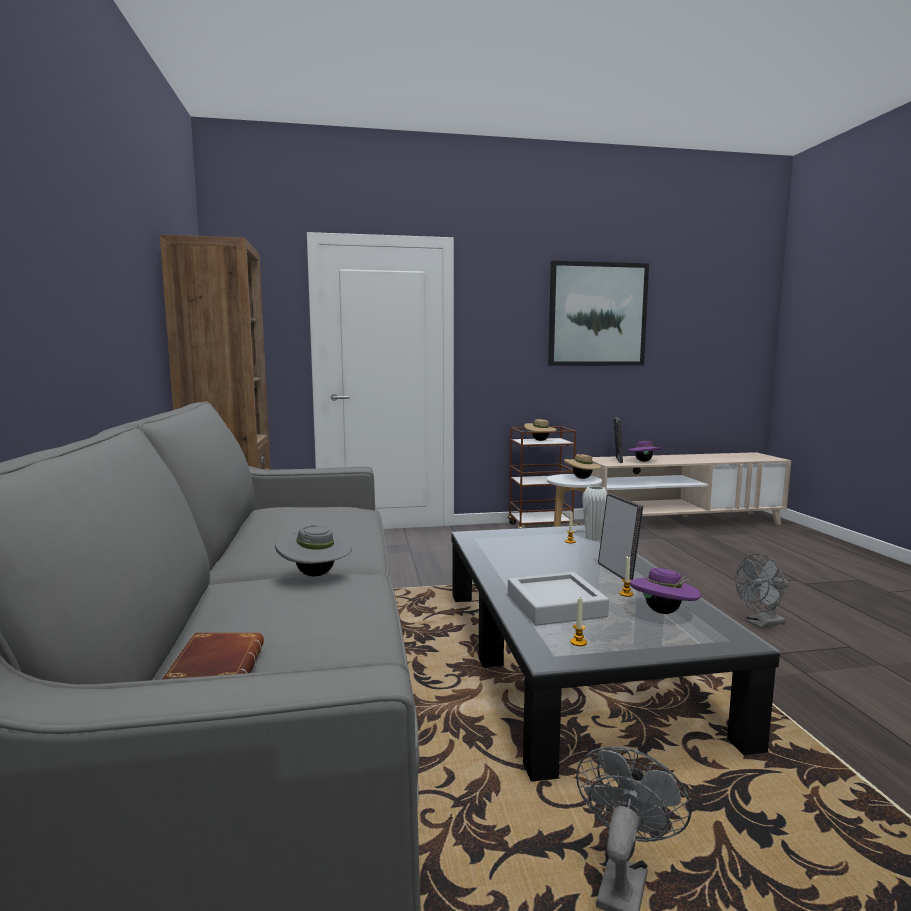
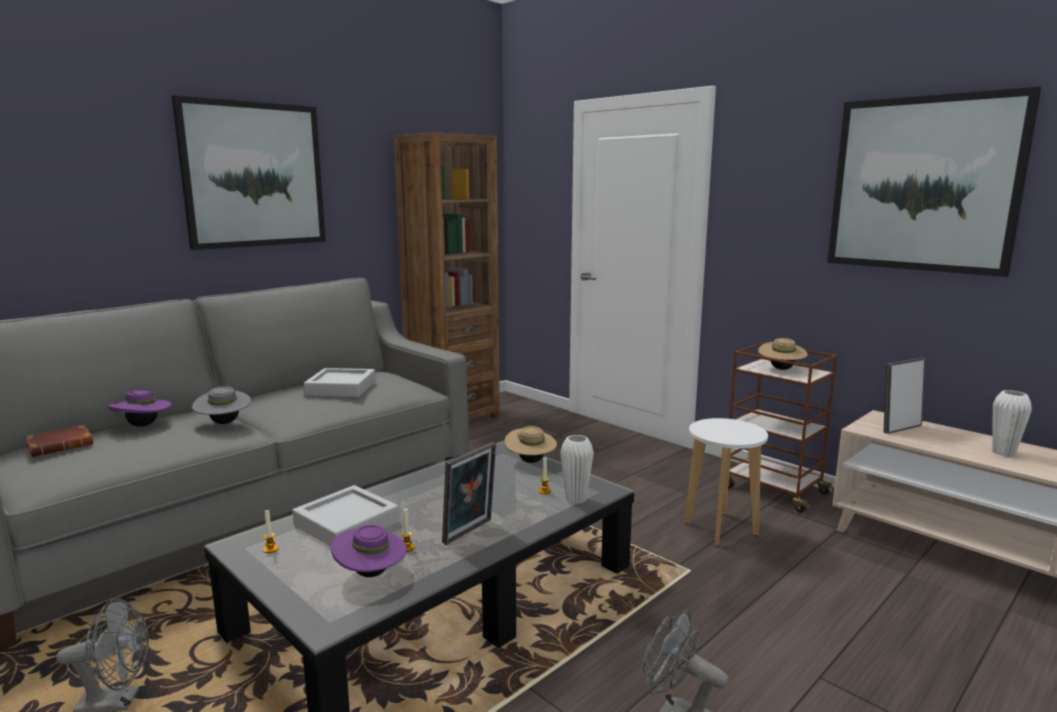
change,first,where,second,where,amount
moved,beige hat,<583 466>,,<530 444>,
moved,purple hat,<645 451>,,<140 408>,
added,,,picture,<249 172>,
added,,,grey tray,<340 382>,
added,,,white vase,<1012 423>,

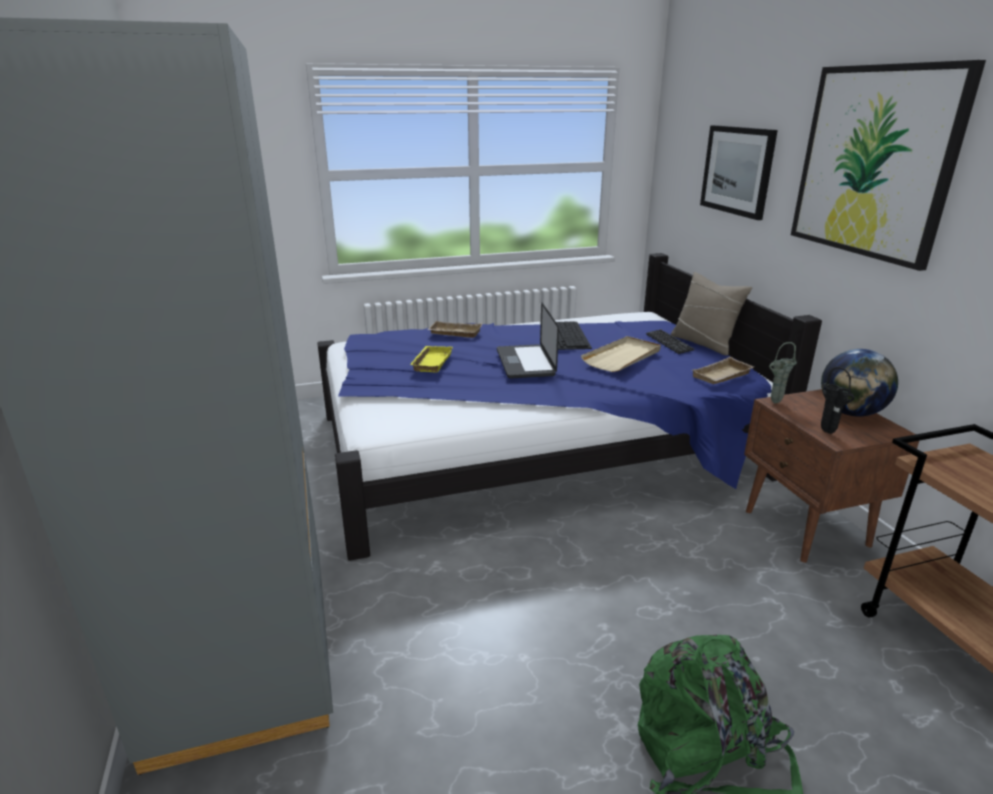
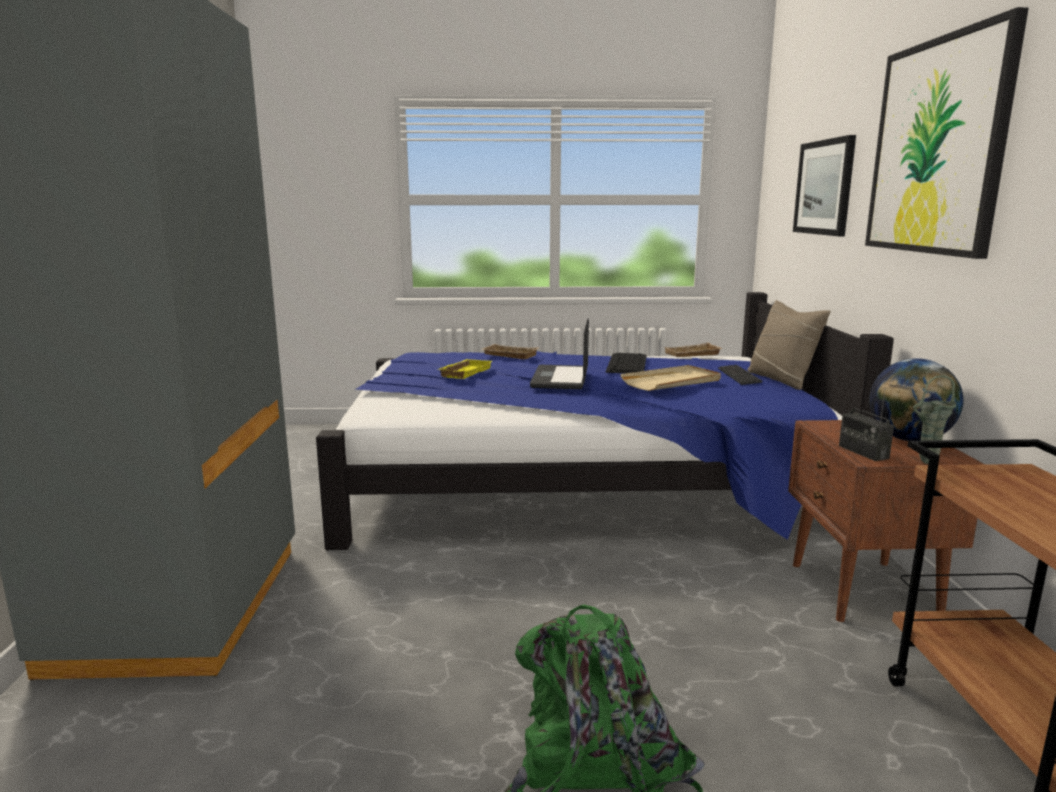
change,first,where,second,where,amount
moved,beige tray,<723 370>,,<693 350>,
moved,green vase,<783 373>,,<934 419>,
replaced,black vase,<838 400>,radio,<866 424>,

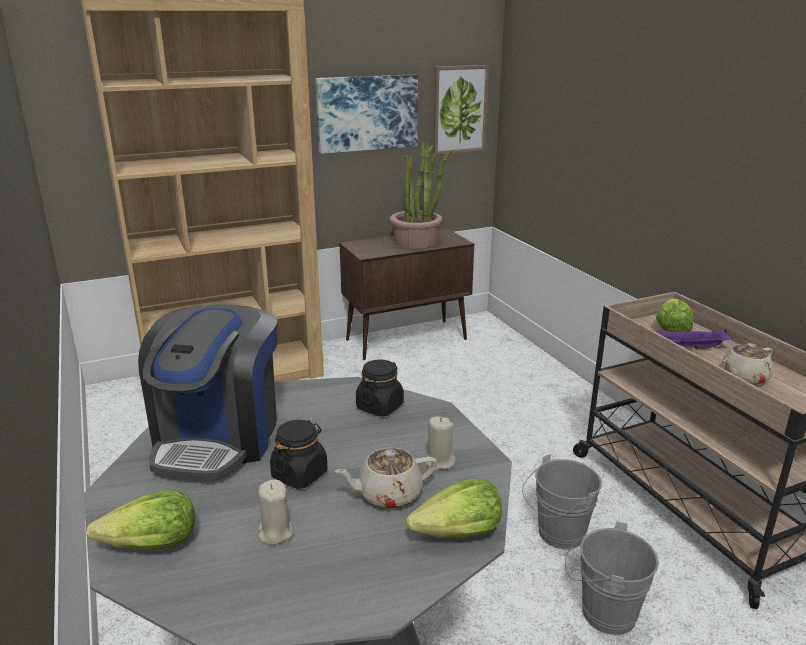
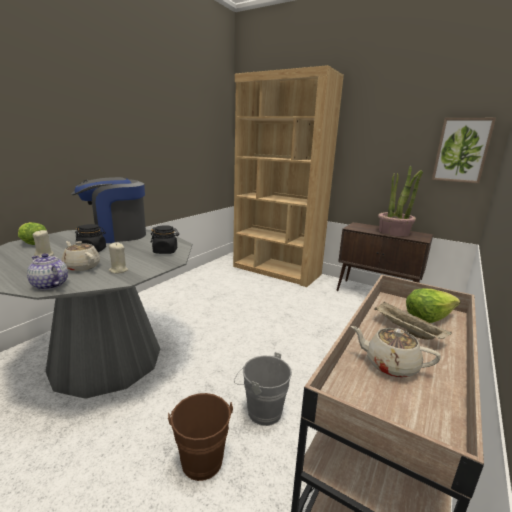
change,first,where,second,where,amount
removed,picture,<366 114>,,,
replaced,lettuce,<454 508>,teapot,<47 271>,
recoloured,grey bucket,<612 578>,brown bucket,<200 437>,
recoloured,purple tray,<694 340>,beige tray,<413 320>,

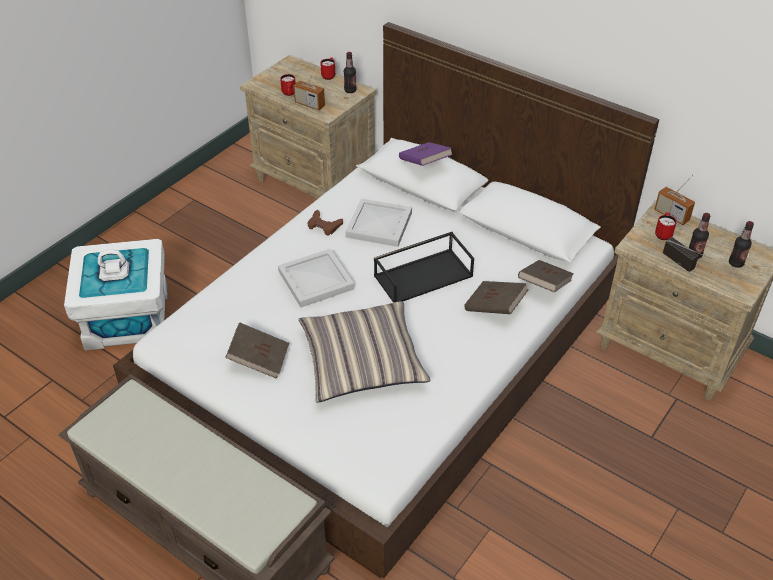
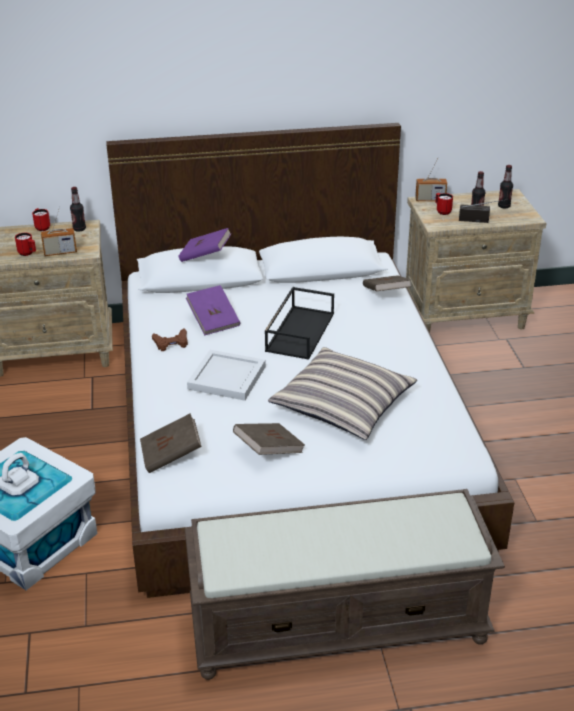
change,first,where,second,where,amount
replaced,white tray,<378 222>,purple book,<213 310>,
moved,brown book,<496 297>,,<171 443>,

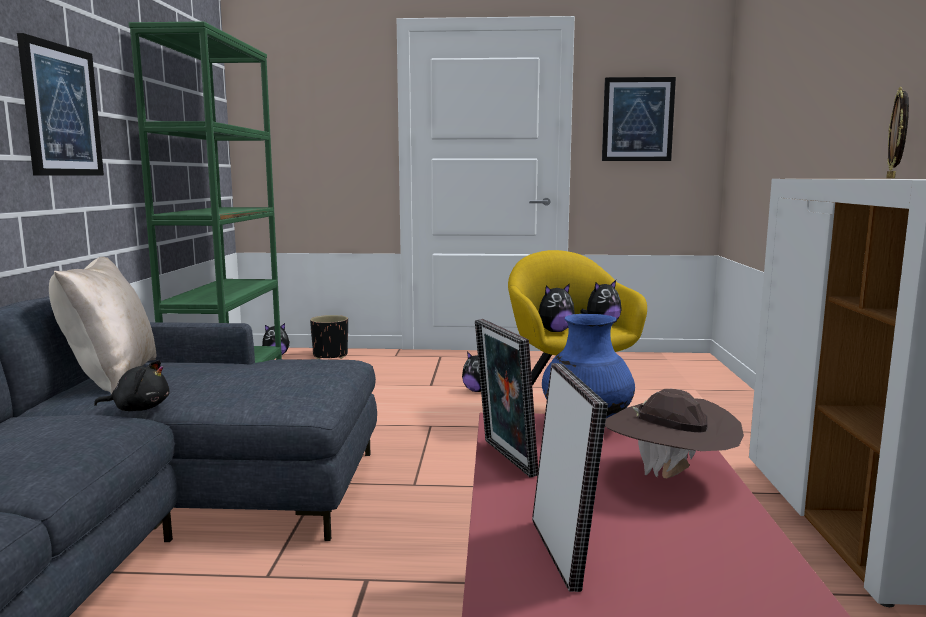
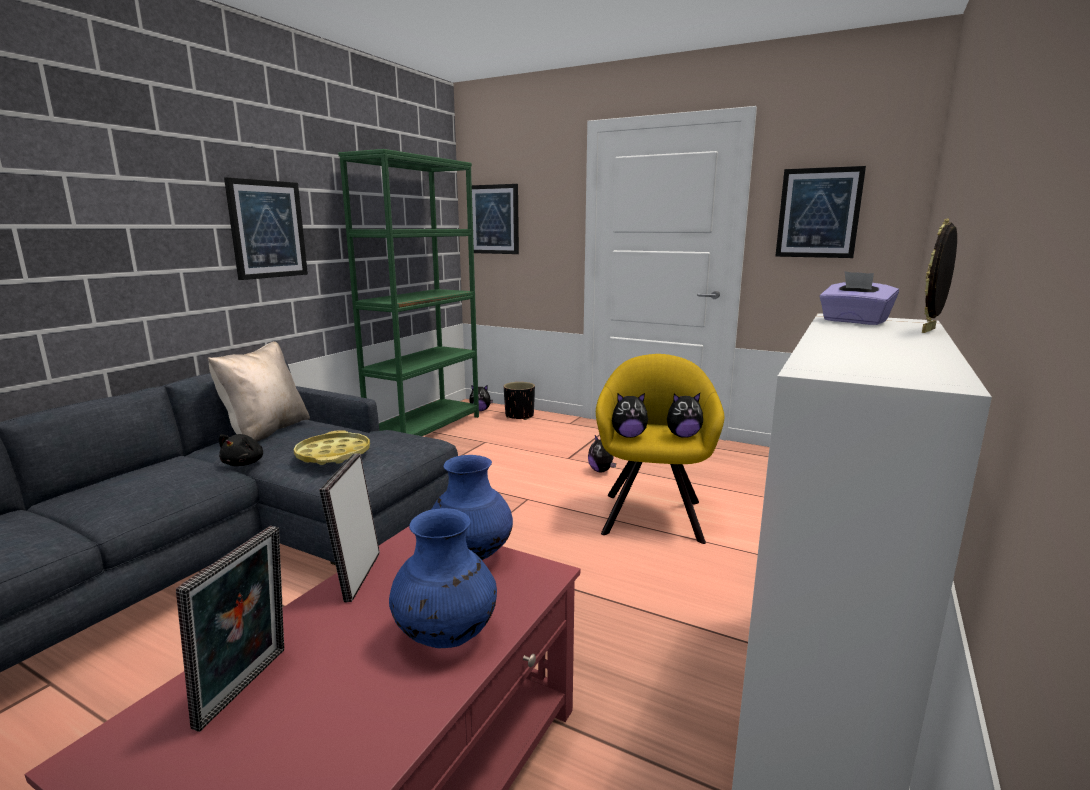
change,first,where,second,where,amount
turned,black plush toy,<131 385>,,<241 450>,75 degrees clockwise
replaced,brown hat,<674 433>,blue vase,<443 578>,
added,,,yellow tray,<332 447>,
added,,,picture,<495 219>,
added,,,purple tissue box,<859 298>,

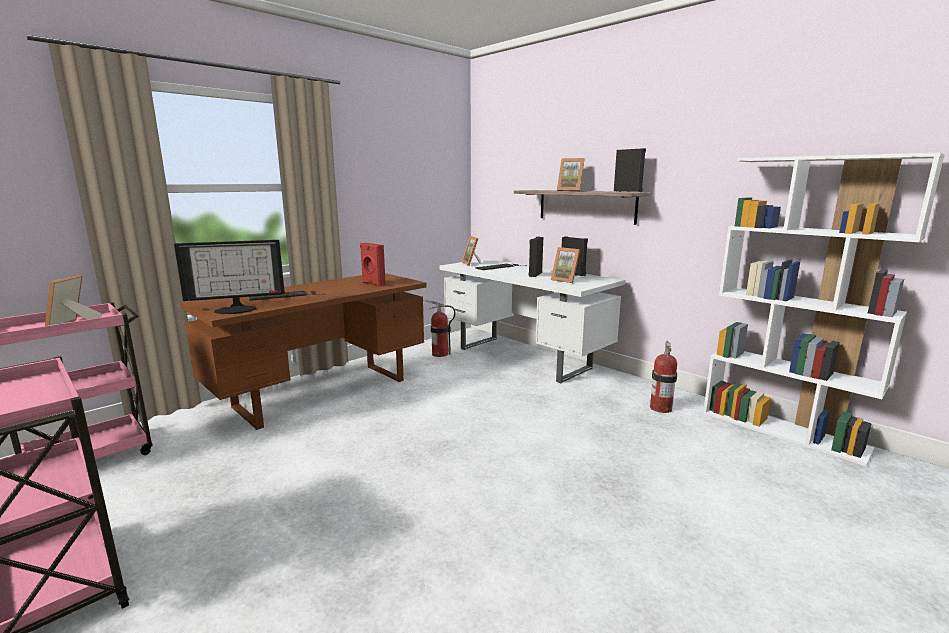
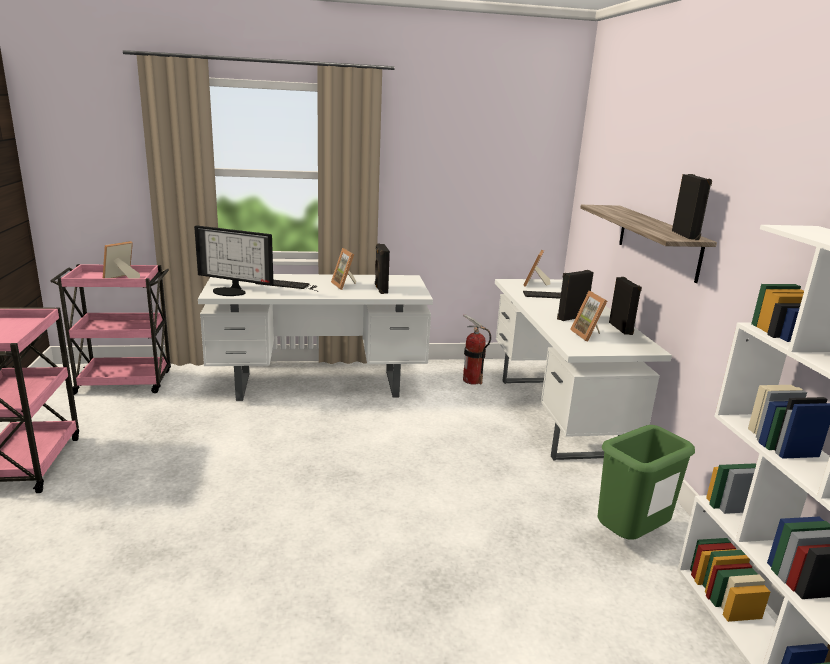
change,first,where,second,where,amount
recoloured,brown desk,<303 351>,white desk,<315 337>,
recoloured,red speaker,<373 265>,black speaker,<382 269>,
moved,picture frame,<571 174>,,<343 269>,
replaced,fire extinguisher,<663 377>,green trash can,<646 482>,

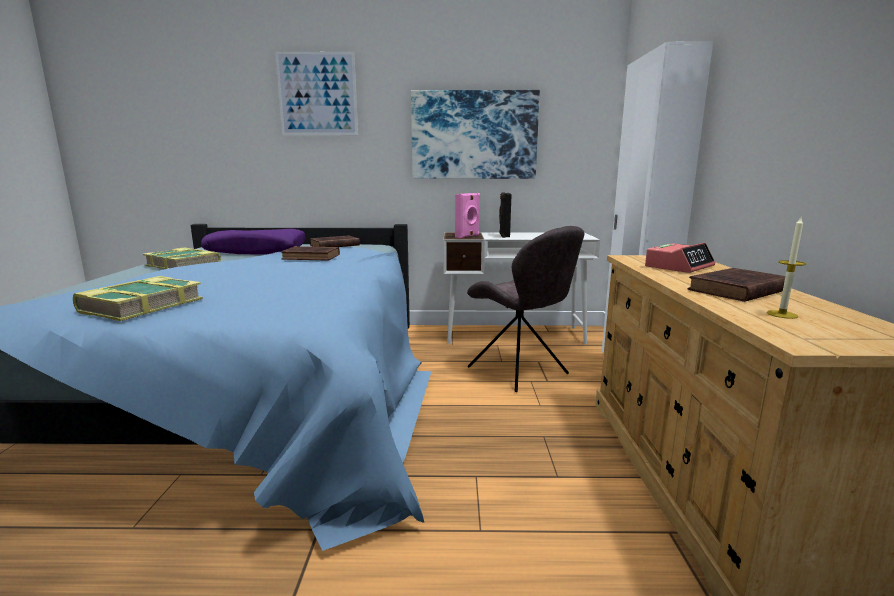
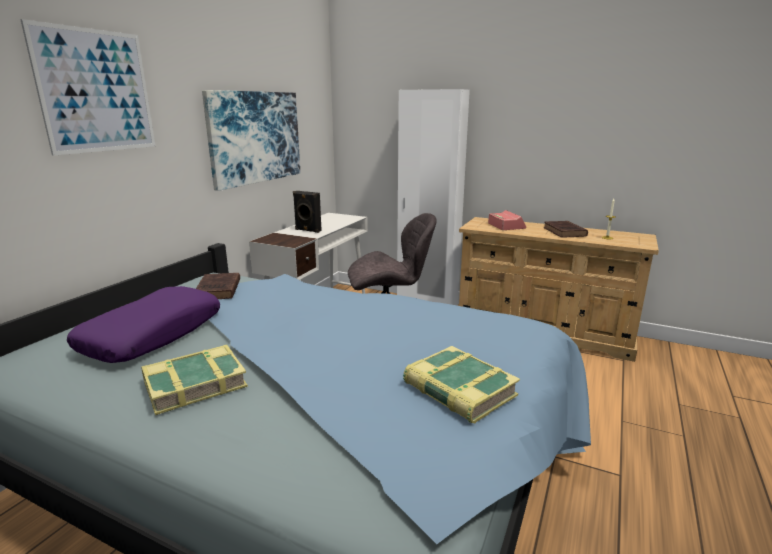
change,first,where,second,where,amount
removed,brown book,<310 253>,,,
removed,pink speaker,<467 215>,,,

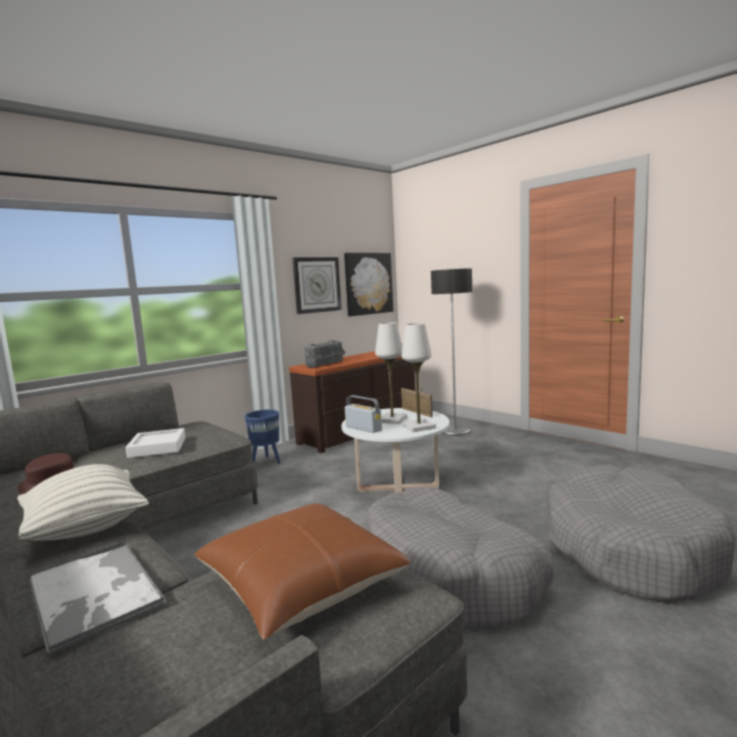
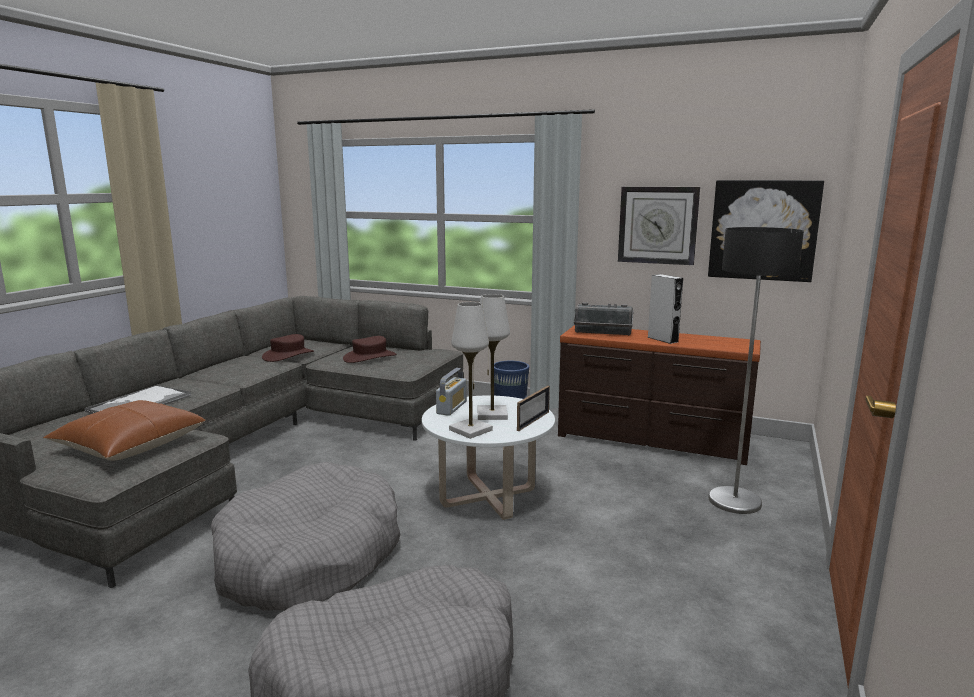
change,first,where,second,where,amount
removed,pillow,<83 502>,,,
replaced,white tray,<155 443>,brown hat,<369 349>,
added,,,grey speaker,<665 309>,

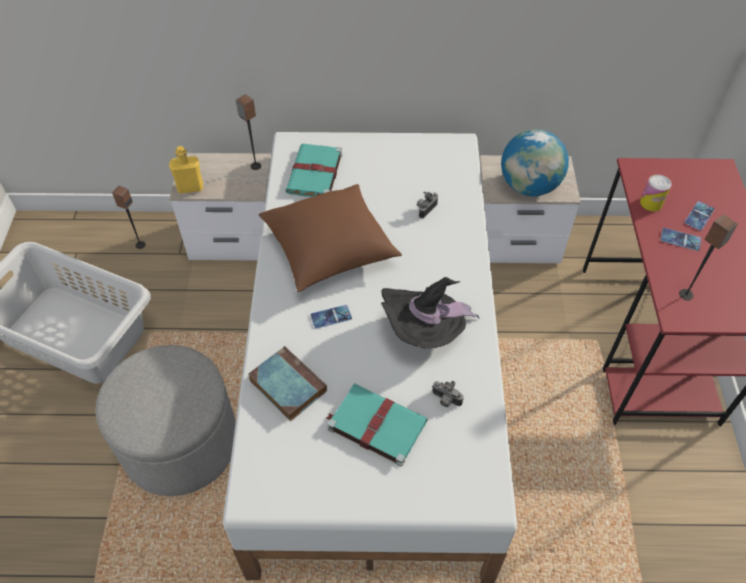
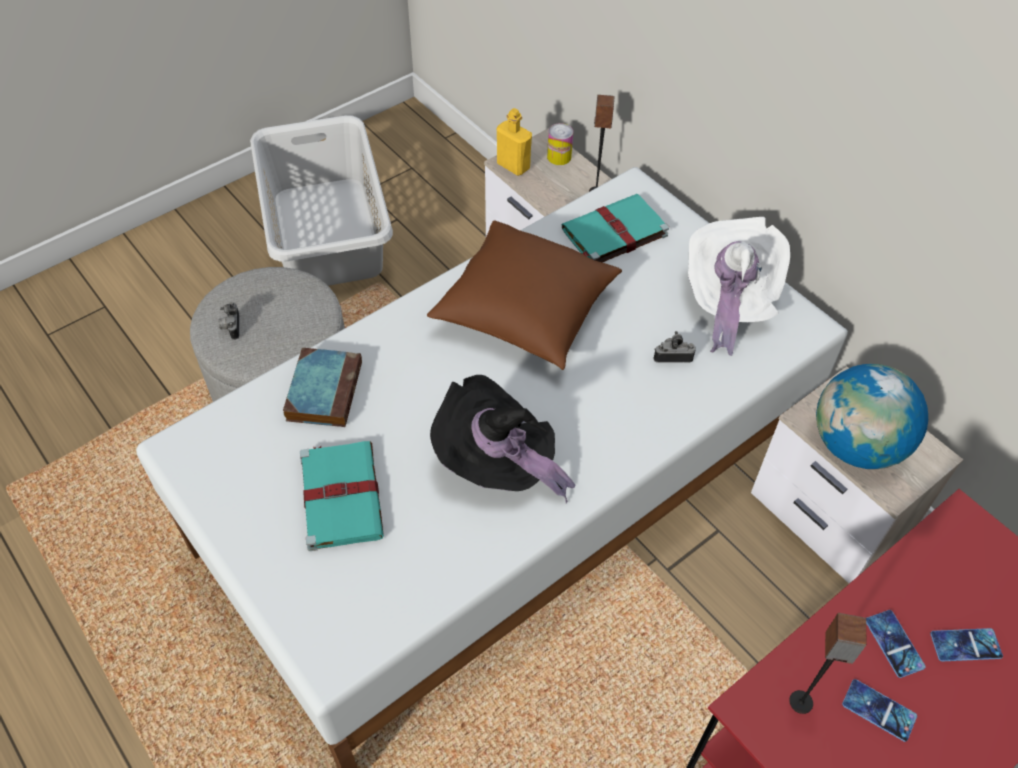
change,first,where,second,where,amount
removed,speaker,<129 217>,,,
moved,phone,<331 317>,,<879 710>,
moved,photo camera,<448 394>,,<229 320>,
moved,can,<656 193>,,<560 144>,
added,,,white hat,<739 286>,

